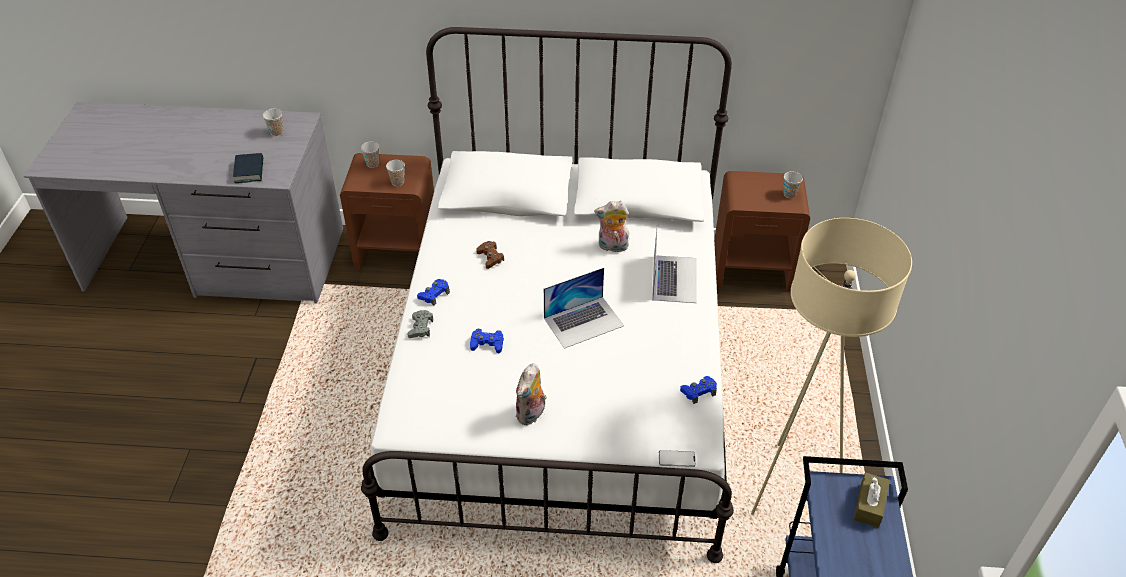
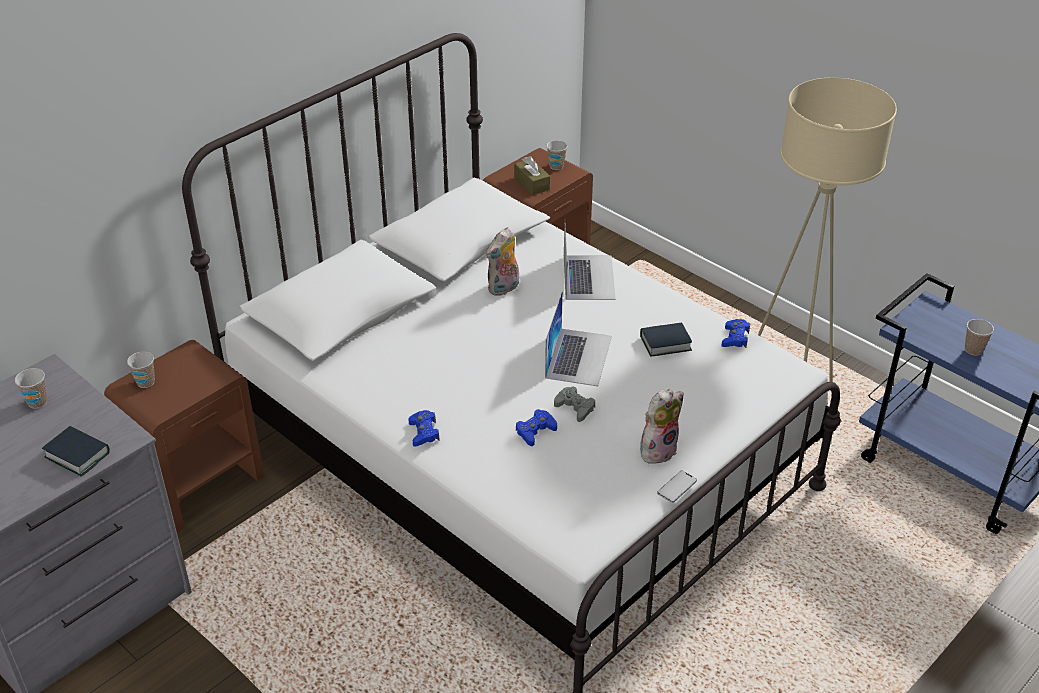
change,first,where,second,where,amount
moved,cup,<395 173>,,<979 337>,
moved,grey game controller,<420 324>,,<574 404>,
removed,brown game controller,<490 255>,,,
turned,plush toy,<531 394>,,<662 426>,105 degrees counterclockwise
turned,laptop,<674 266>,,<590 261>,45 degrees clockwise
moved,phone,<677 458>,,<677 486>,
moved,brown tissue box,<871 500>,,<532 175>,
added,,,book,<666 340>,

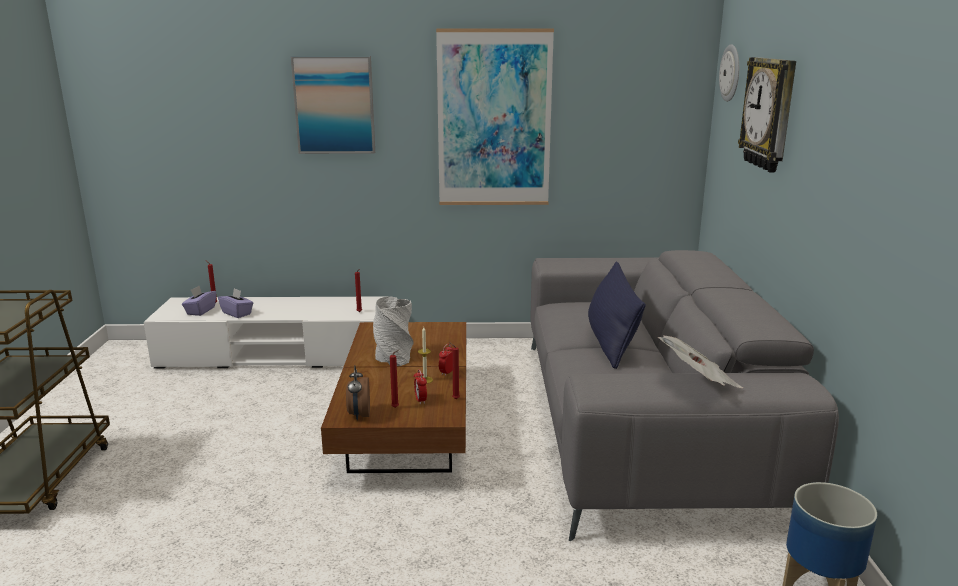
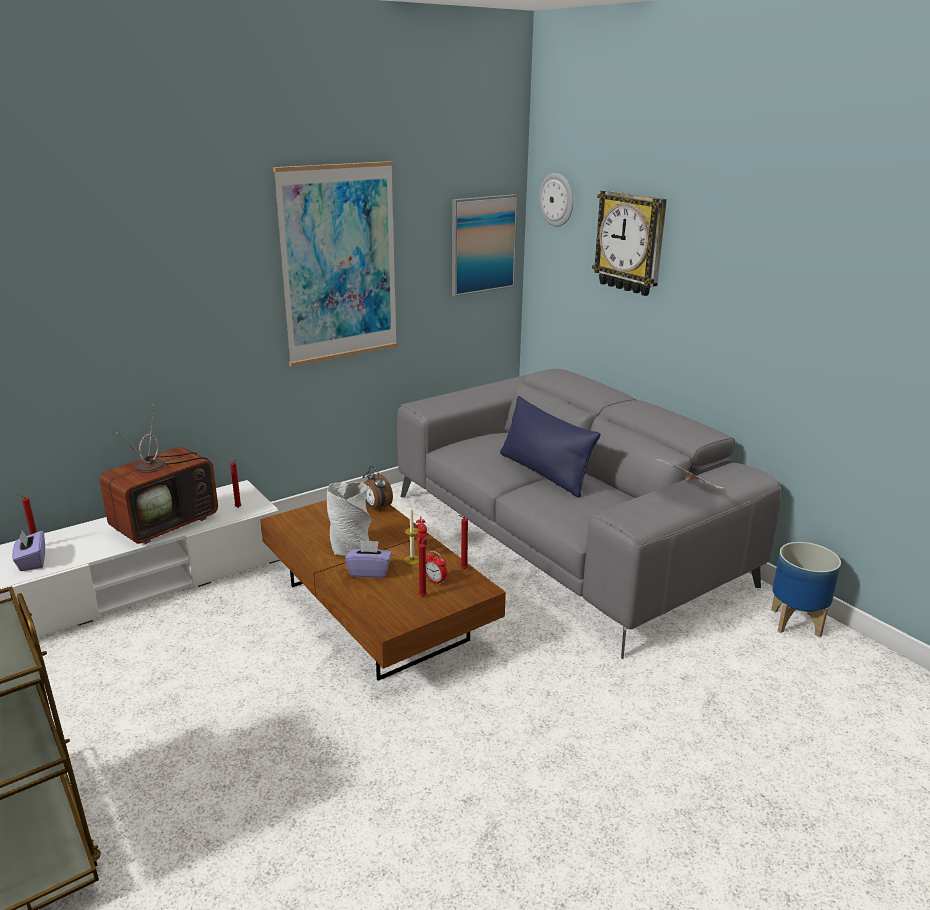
change,first,where,second,where,amount
moved,purple tissue box,<235 303>,,<368 559>,
moved,picture,<333 105>,,<485 245>,
moved,alarm clock,<358 393>,,<378 488>,
added,,,television,<158 474>,

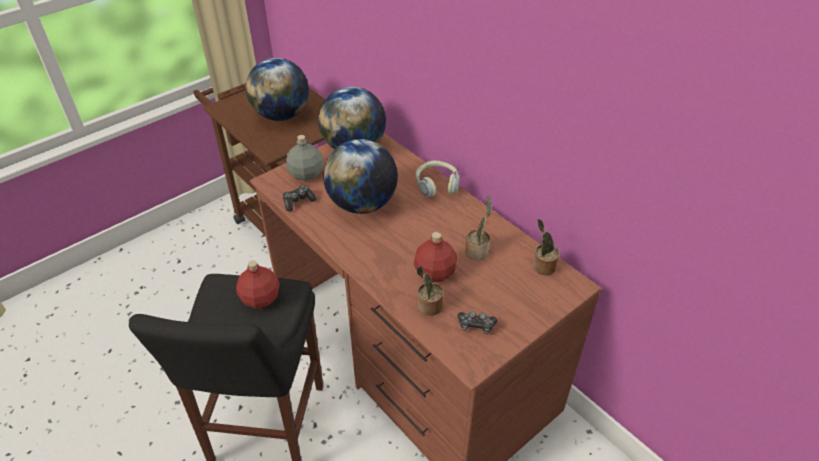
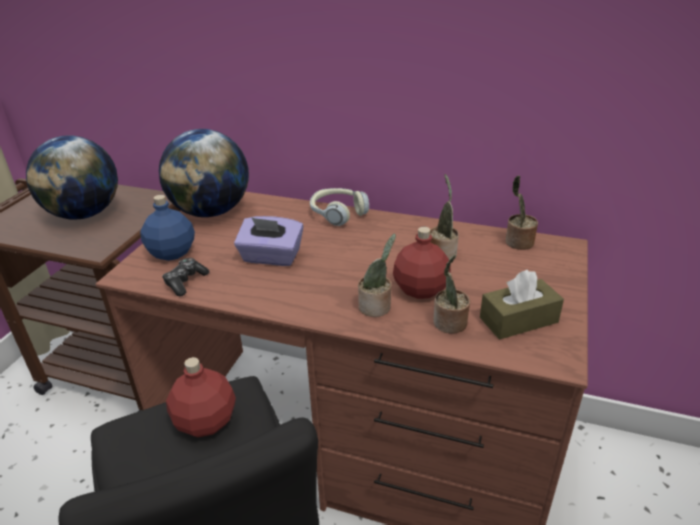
change,first,where,second,where,amount
recoloured,grey bottle,<304 158>,blue bottle,<167 228>,
replaced,globe,<360 176>,purple tissue box,<268 241>,
replaced,game controller,<477 322>,brown tissue box,<522 305>,
added,,,potted plant,<377 275>,

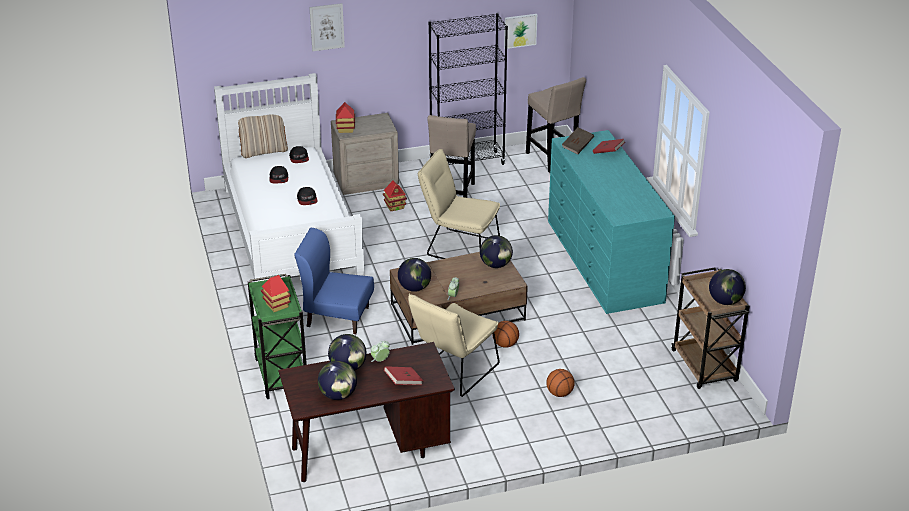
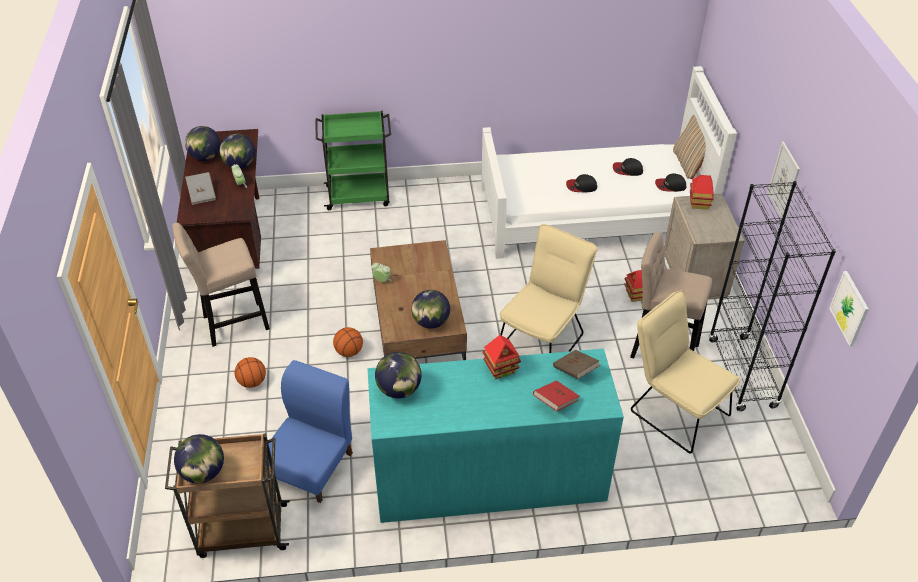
change,first,where,second,where,amount
moved,toy house,<276 293>,,<501 357>,
moved,blue chair,<334 281>,,<309 431>,
moved,picture,<327 27>,,<784 180>,
recoloured,red book,<403 375>,grey book,<200 188>,
moved,globe,<414 275>,,<398 375>,
moved,beige chair,<454 345>,,<685 372>,
moved,beige stool,<556 125>,,<221 285>,

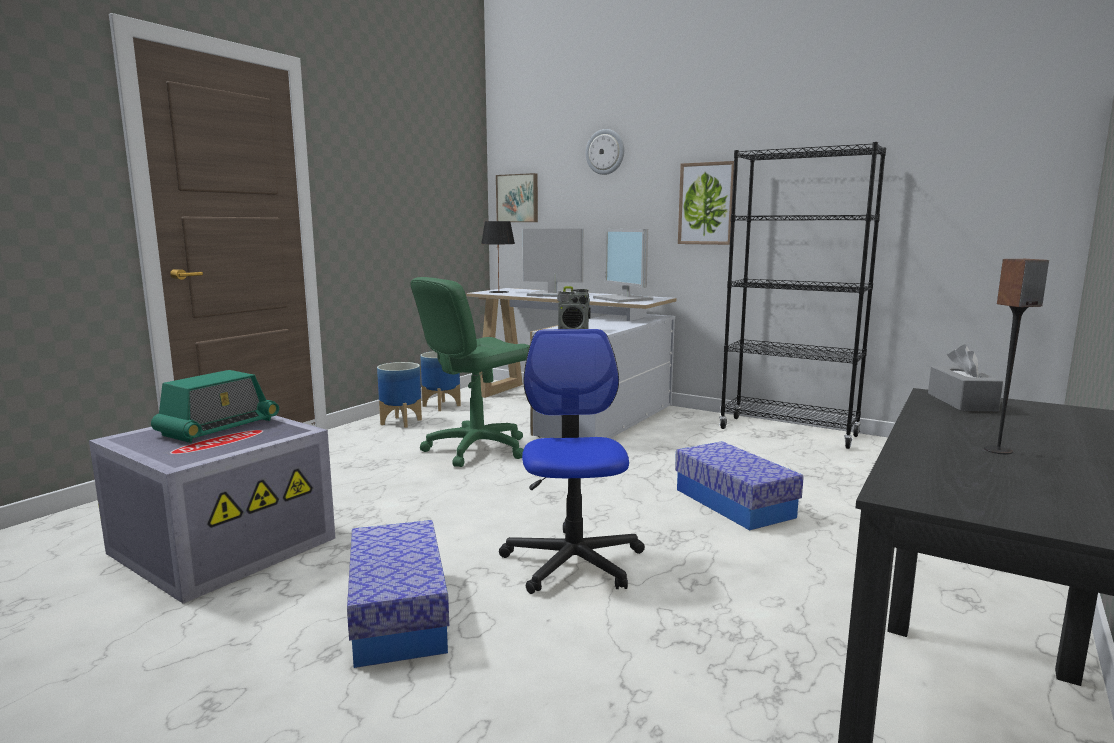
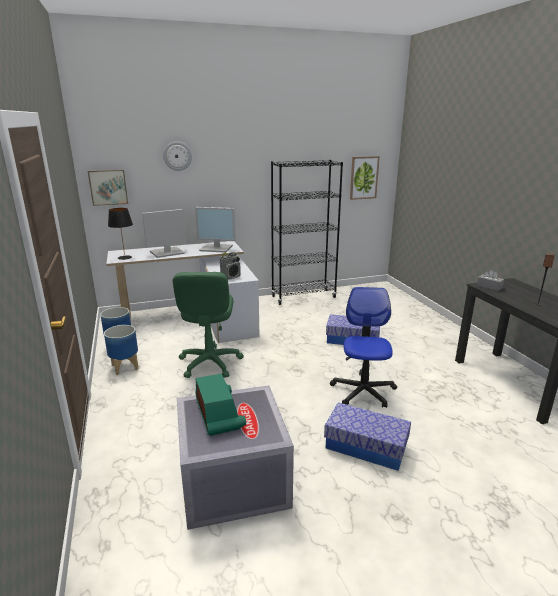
change,first,where,second,where,amount
turned,office chair,<572 461>,,<363 347>,60 degrees clockwise
moved,picture,<706 203>,,<365 178>,

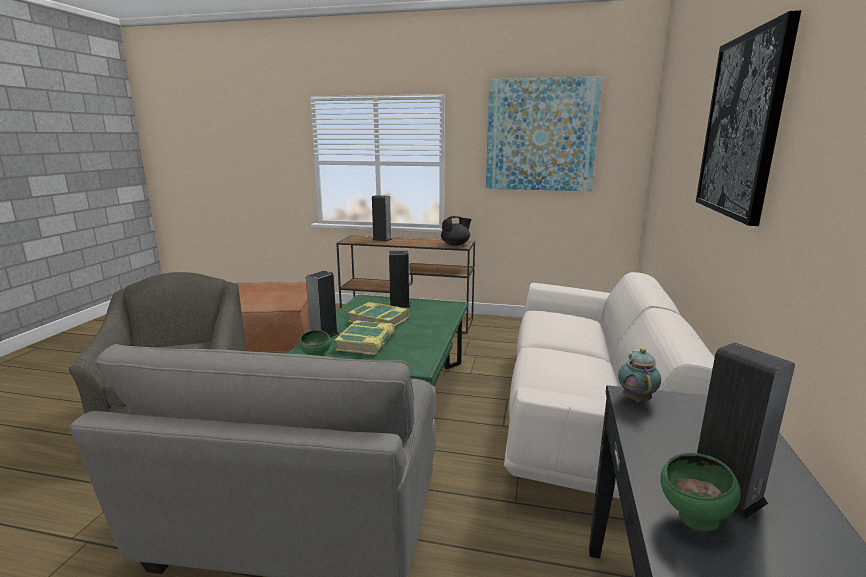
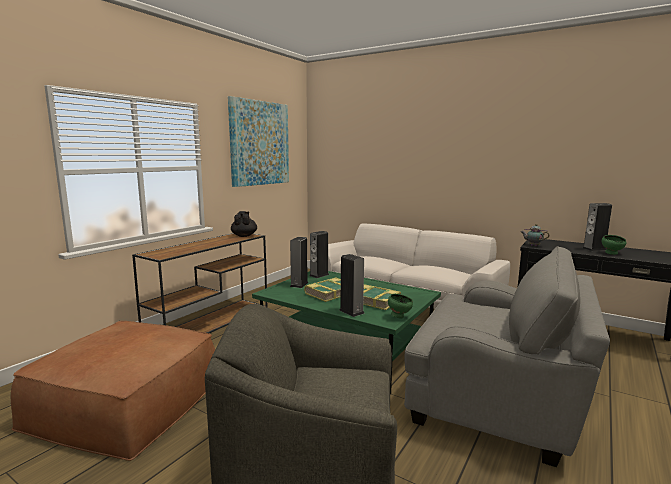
change,first,where,second,where,amount
moved,speaker,<382 218>,,<319 254>,
removed,picture,<748 118>,,,

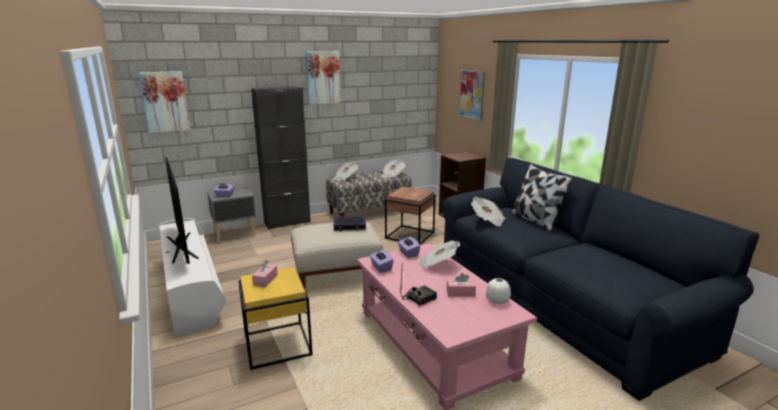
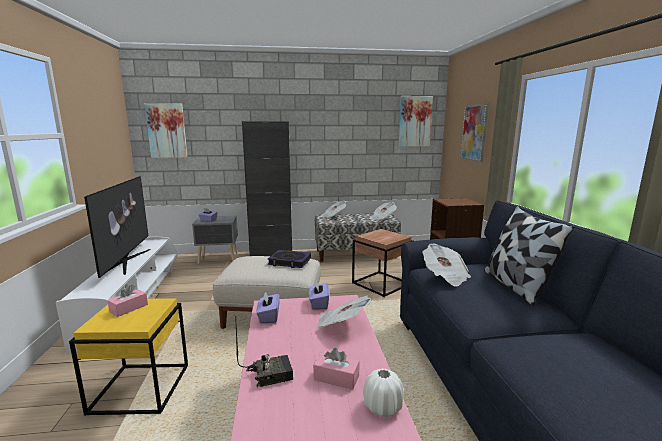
change,first,where,second,where,amount
moved,picture,<323 78>,,<416 121>,

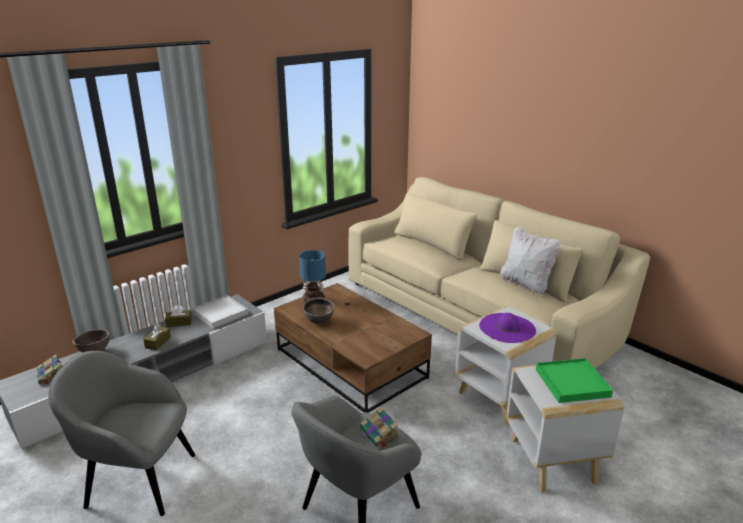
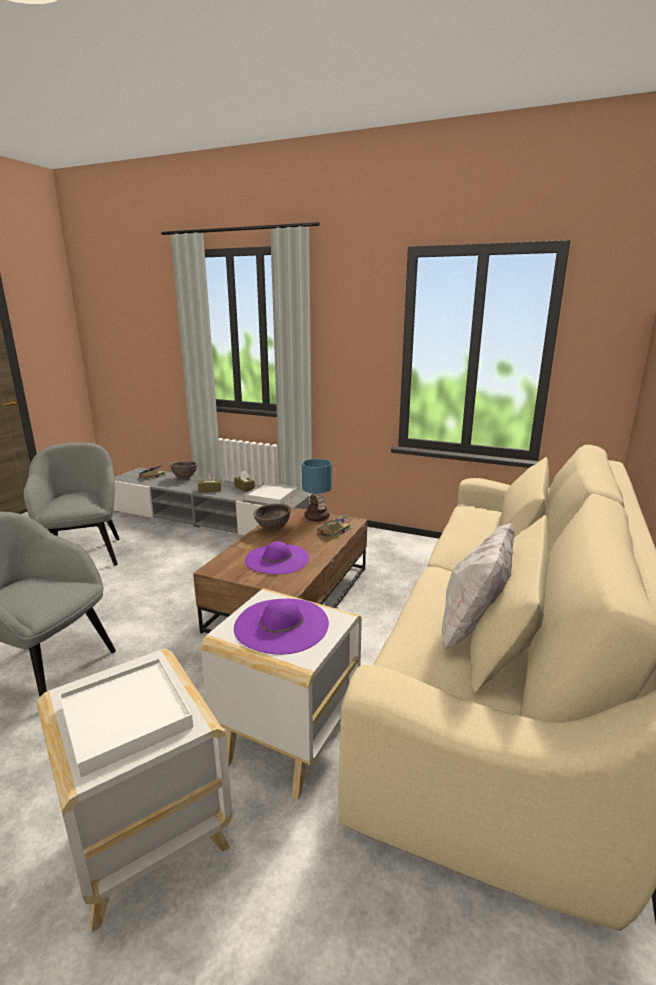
change,first,where,second,where,amount
moved,book,<380 427>,,<334 526>,
recoloured,green tray,<574 380>,white tray,<126 717>,
added,,,purple hat,<277 557>,

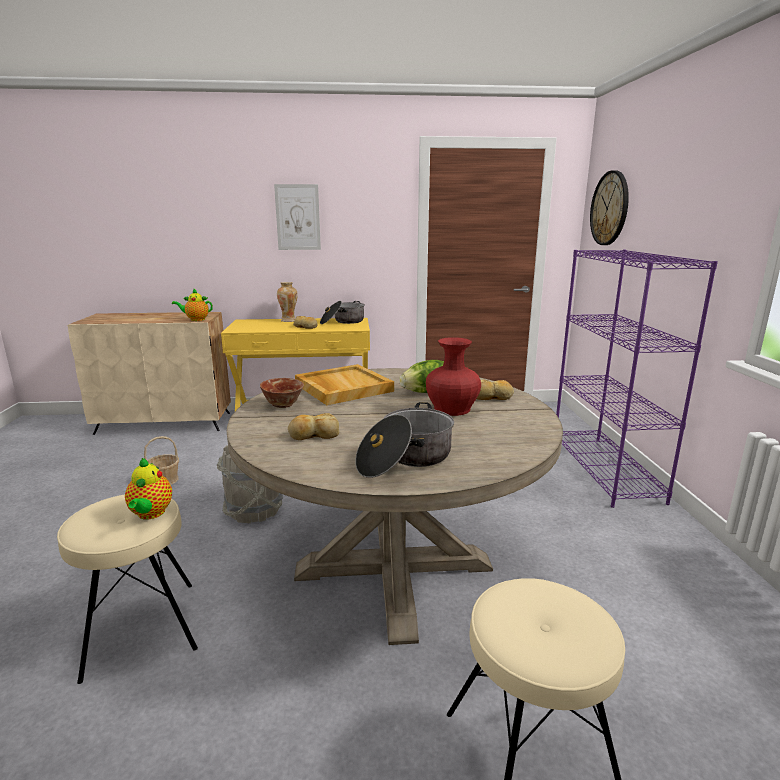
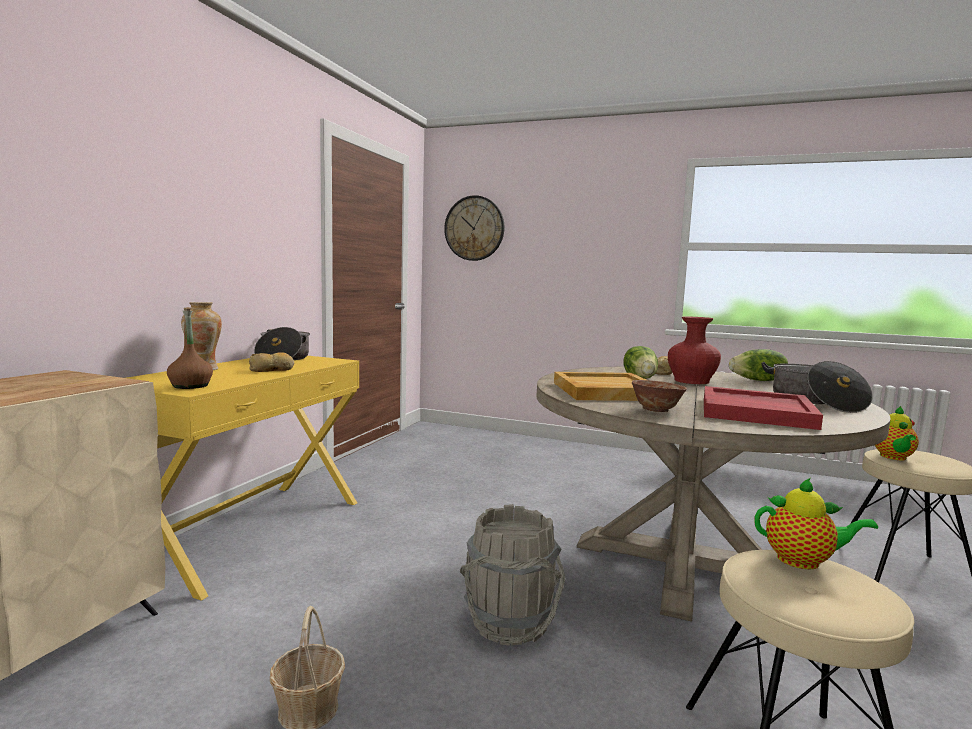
change,first,where,second,where,amount
moved,teapot,<192 304>,,<897 433>,
removed,picture,<297 217>,,,
replaced,bread,<313 426>,red tray,<763 408>,
removed,purple bookcase,<637 379>,,,
added,,,brown bottle,<190 348>,
added,,,lettuce,<758 365>,

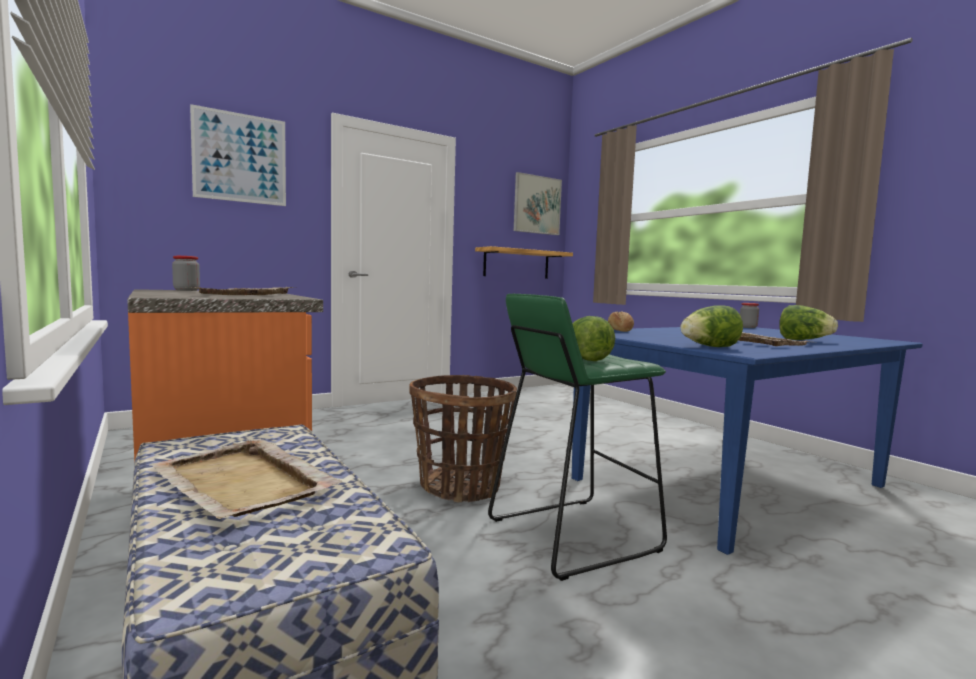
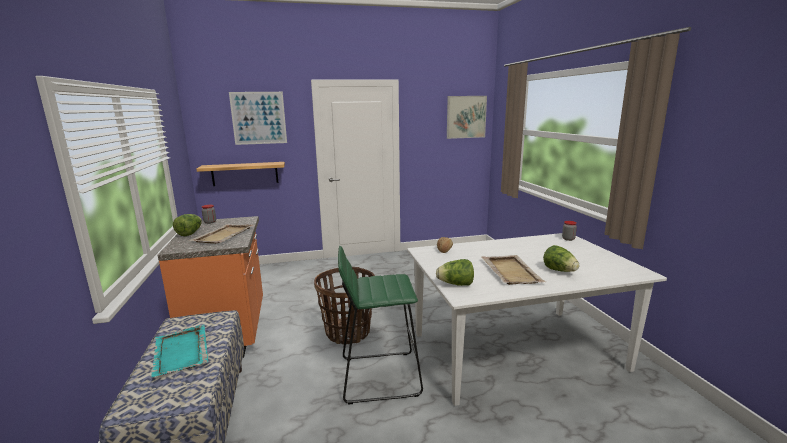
change,first,where,second,where,amount
recoloured,beige tray,<246 479>,turquoise tray,<179 351>,
moved,shelf,<524 262>,,<241 174>,
moved,lettuce,<593 338>,,<187 225>,
recoloured,blue dining table,<747 441>,white dining table,<537 319>,

